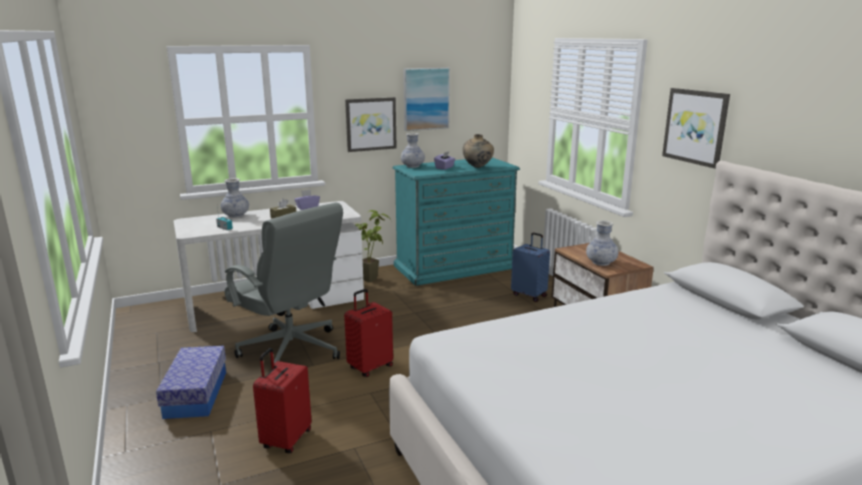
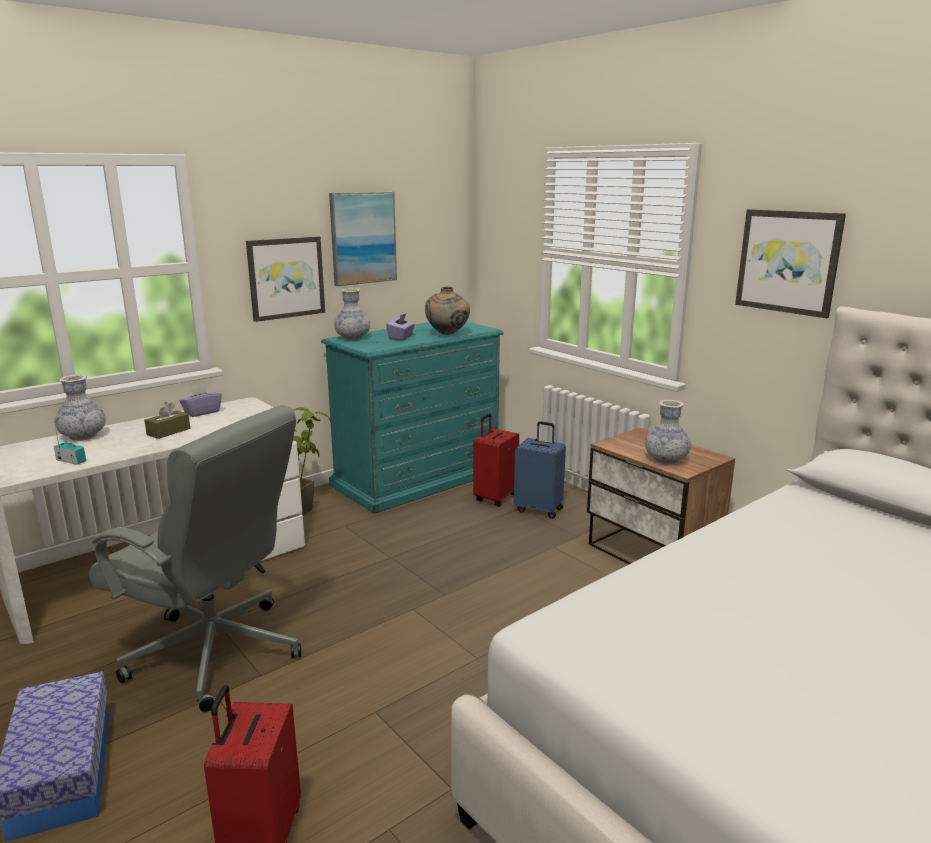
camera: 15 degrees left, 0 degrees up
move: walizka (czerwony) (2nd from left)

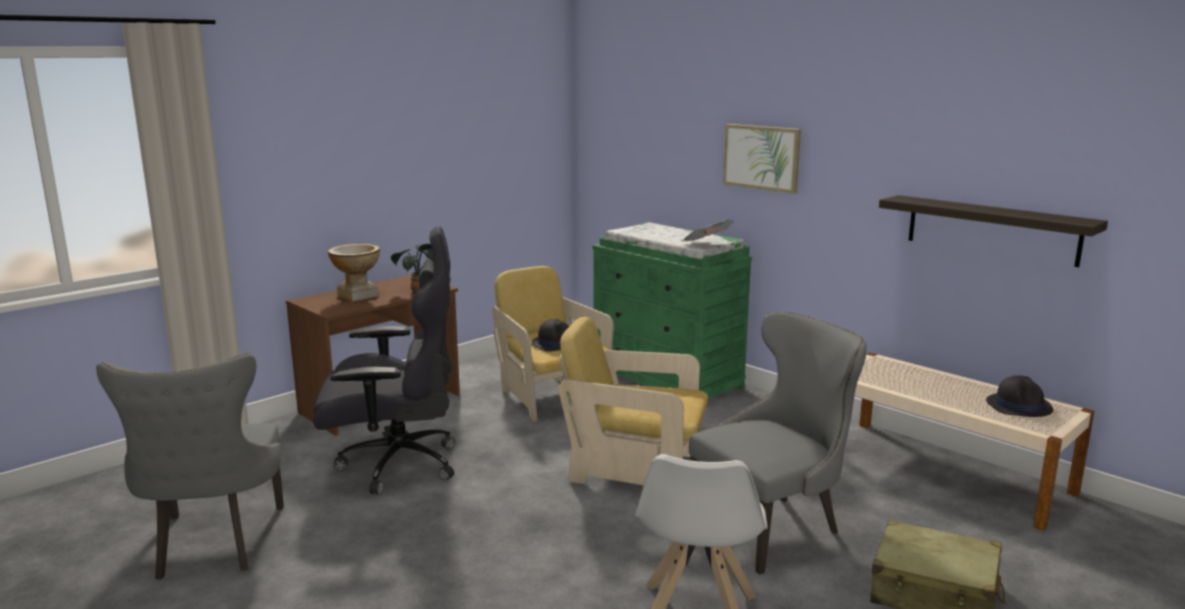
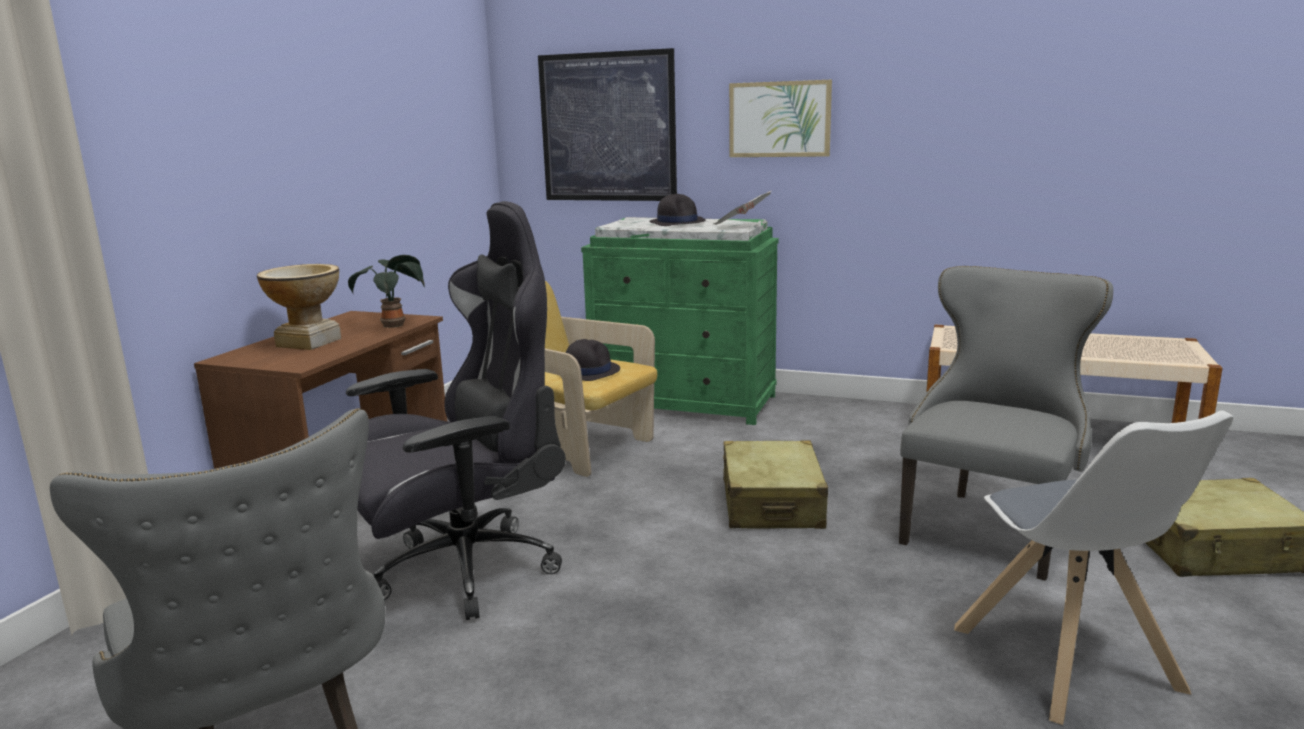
camera: 25 degrees left, 0 degrees up
delete: półka
insert: obraz (1st from left)
move: kapelusz (czarny) (2nd from left)
replace: fotel (żółty) (2nd from left) to walizka (beżowy) (1st from left)

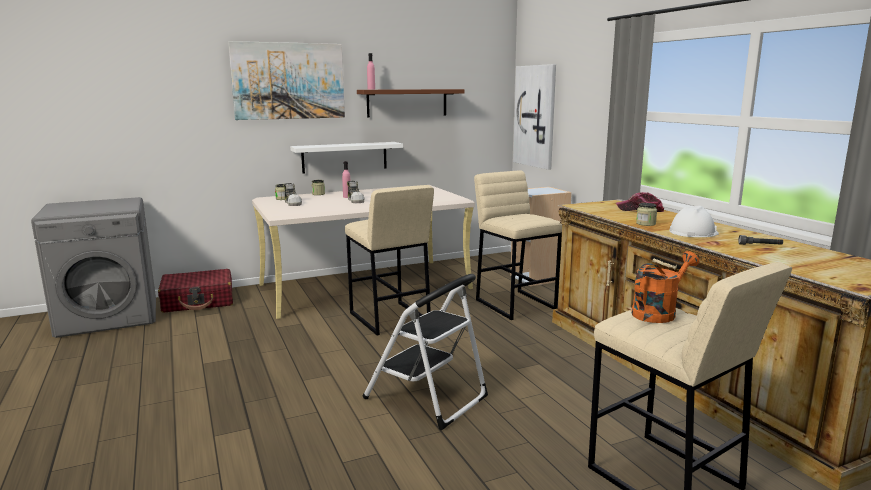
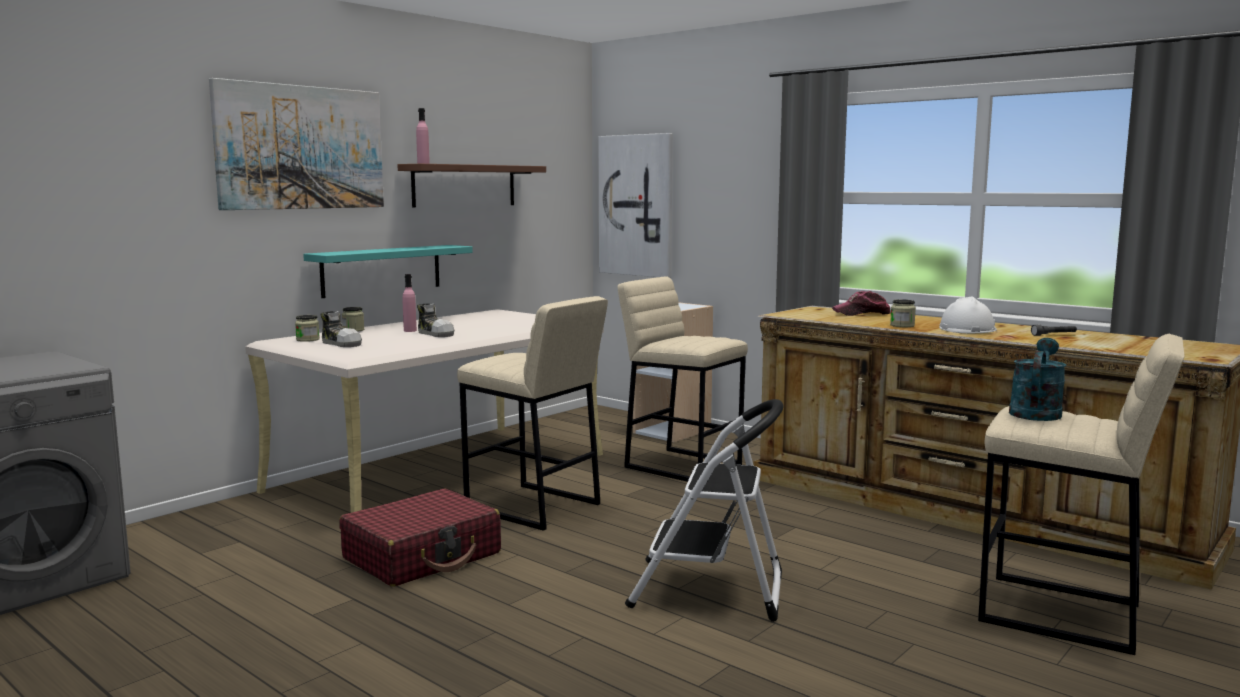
camera: 25 degrees left, 5 degrees down
move: walizka (czerwony)
recolor: półka (biały) to półka (turkusowy); konewka (pomarańczowy) to konewka (turkusowy)

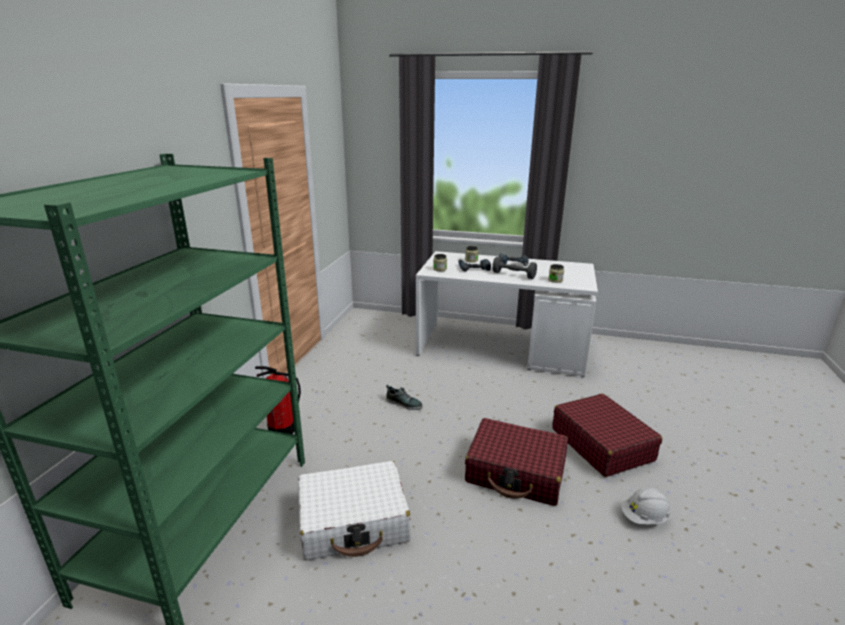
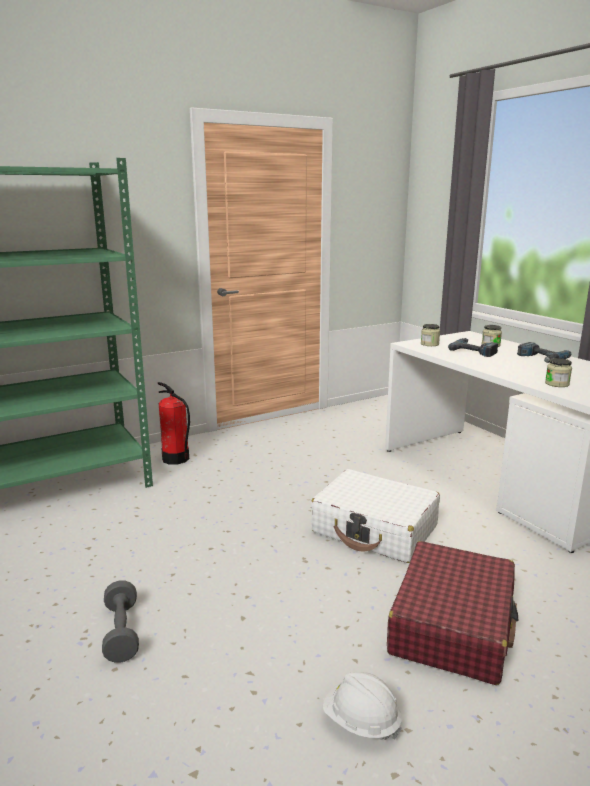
camera: 45 degrees right, 5 degrees down
delete: but; walizka (czerwony) (1st from left)
move: hantel (szary); walizka (biały)

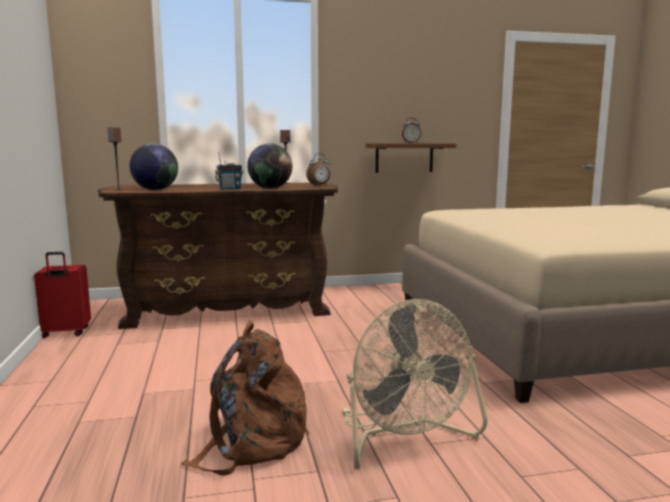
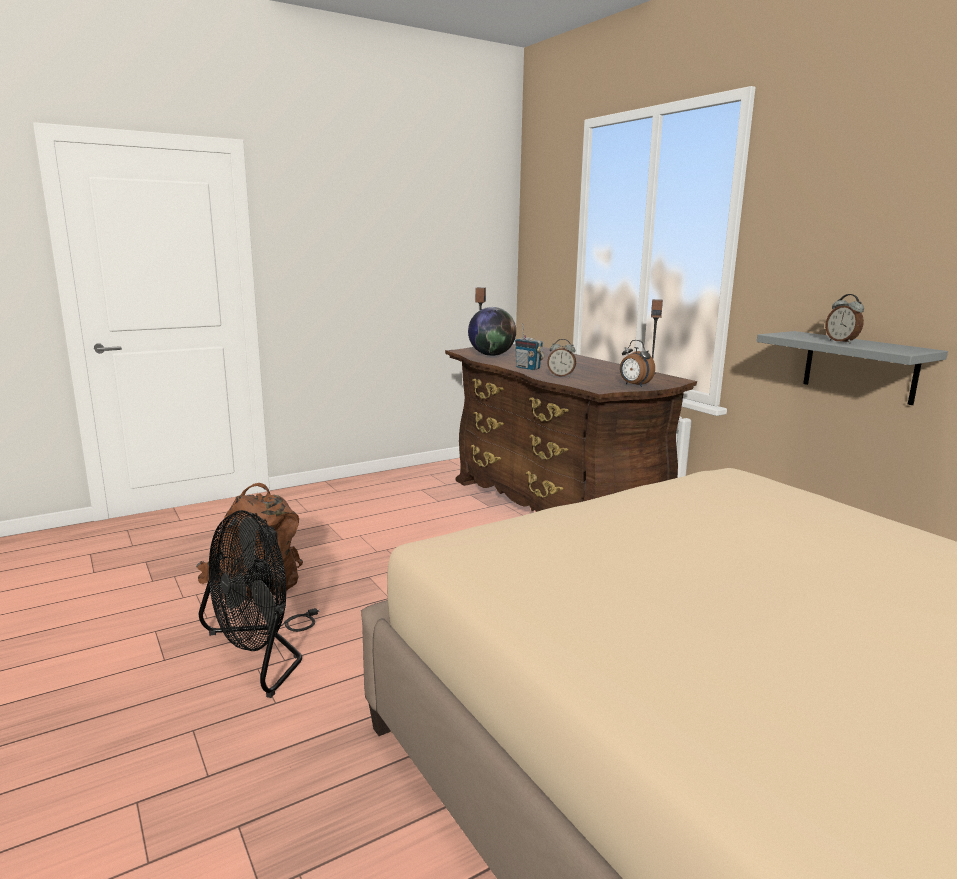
camera: 70 degrees right, 5 degrees up
delete: walizka (czerwony)
replace: globus (2nd from left) to budzik (1st from left)
recolor: wentylator (beżowy) to wentylator (czarny); półka (brązowy) to półka (szary)

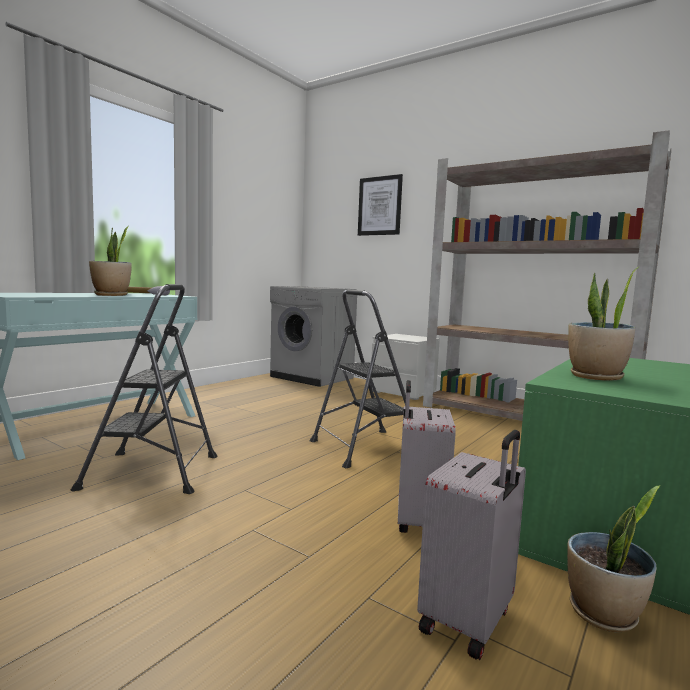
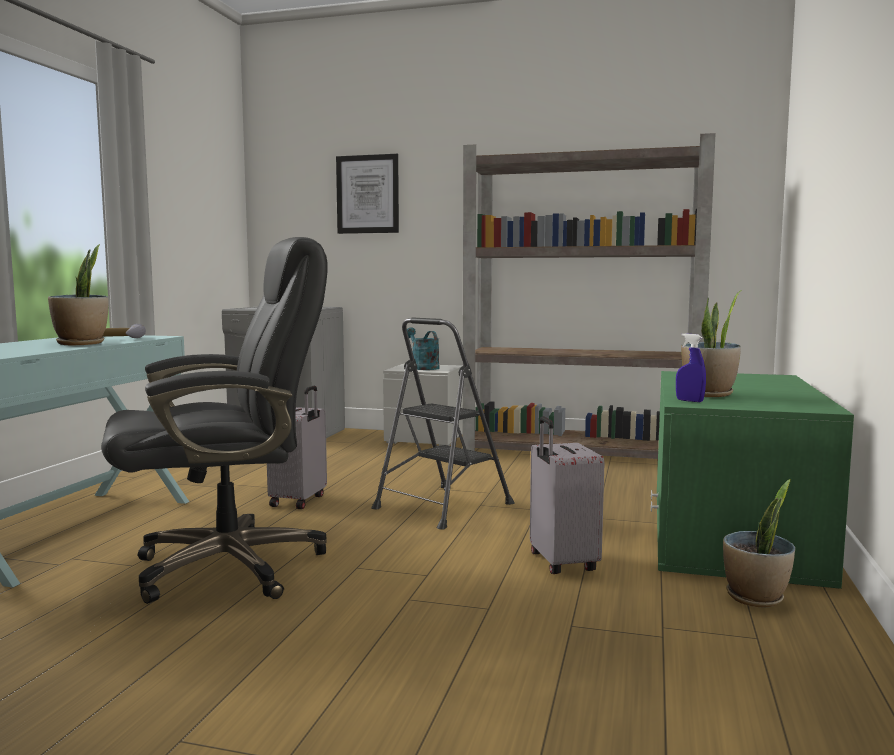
camera: 20 degrees left, 0 degrees up
insert: konewka (turkusowy); spryskiwacz (niebieski)
move: walizka (szary) (2nd from left in the first image) to walizka (szary) (1st from left)
replace: drabinka (czarny) (1st from left) to krzesło biurowe (czarny)

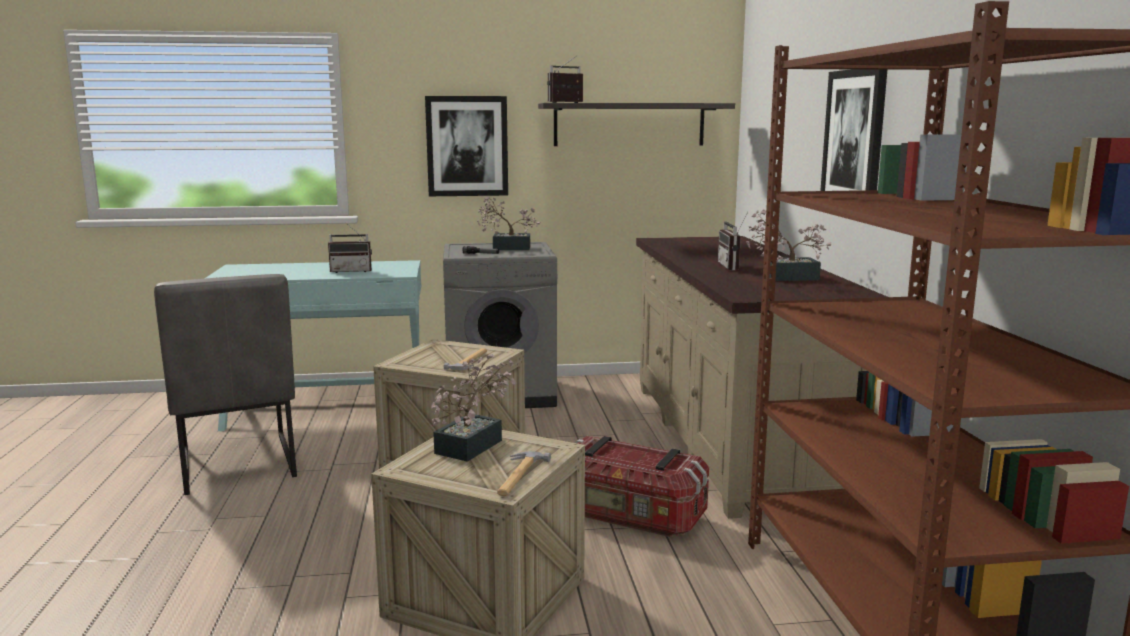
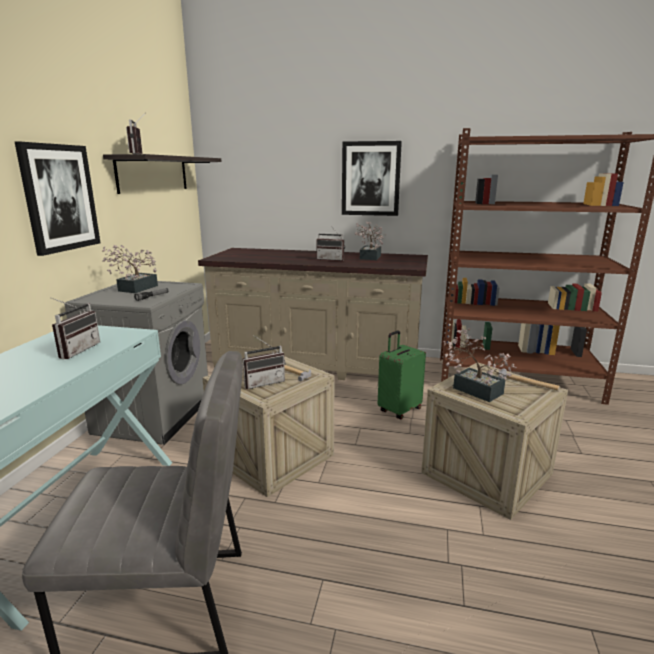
camera: 70 degrees left, 5 degrees up
insert: radio (3rd from left)
replace: pojemnik do przechowywania to walizka (zielony)

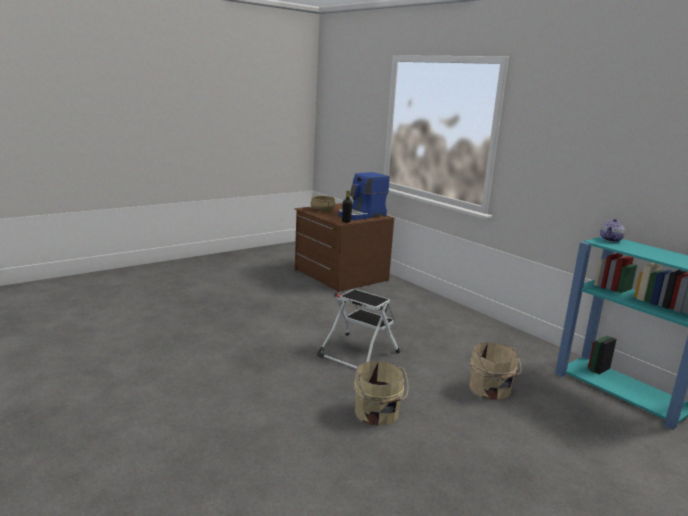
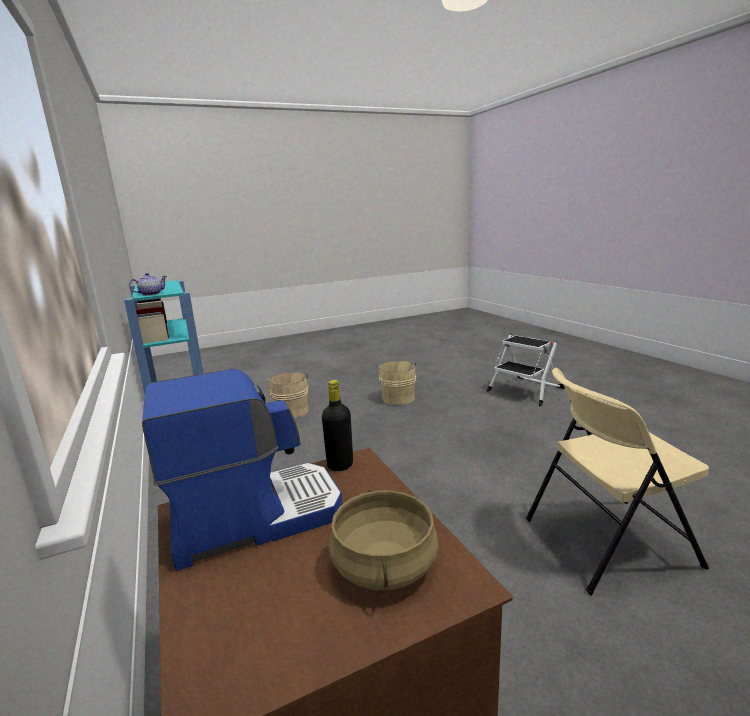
camera: 165 degrees left, 0 degrees up
insert: krzesło (beżowy)
move: drabinka

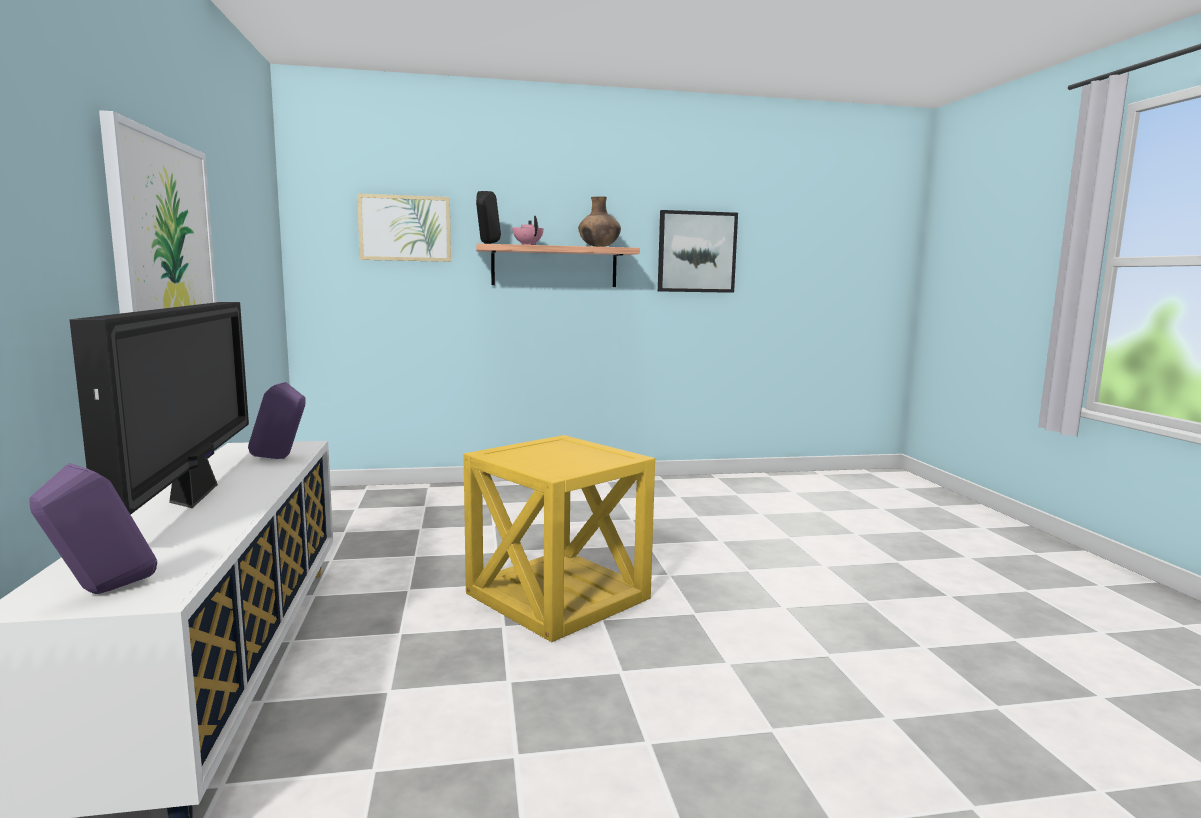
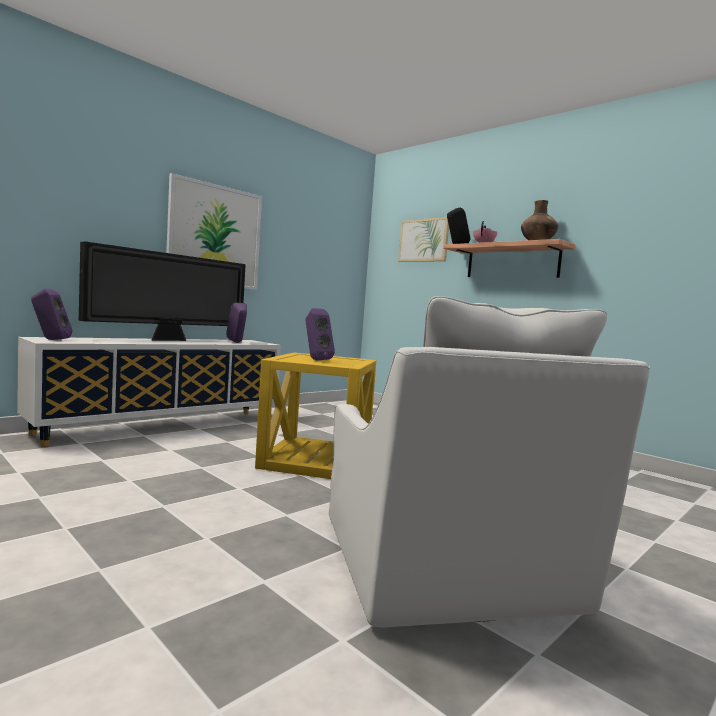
camera: 55 degrees right, 5 degrees down
delete: obraz (3rd from left)
insert: głośnik (fioletowy) (3rd from left); fotel (biały)

